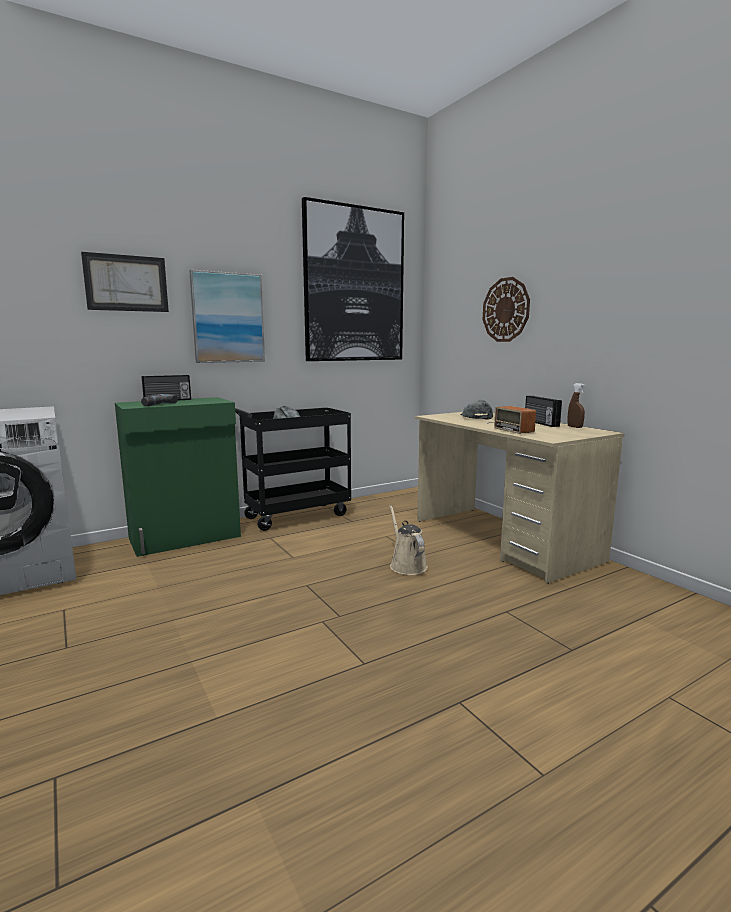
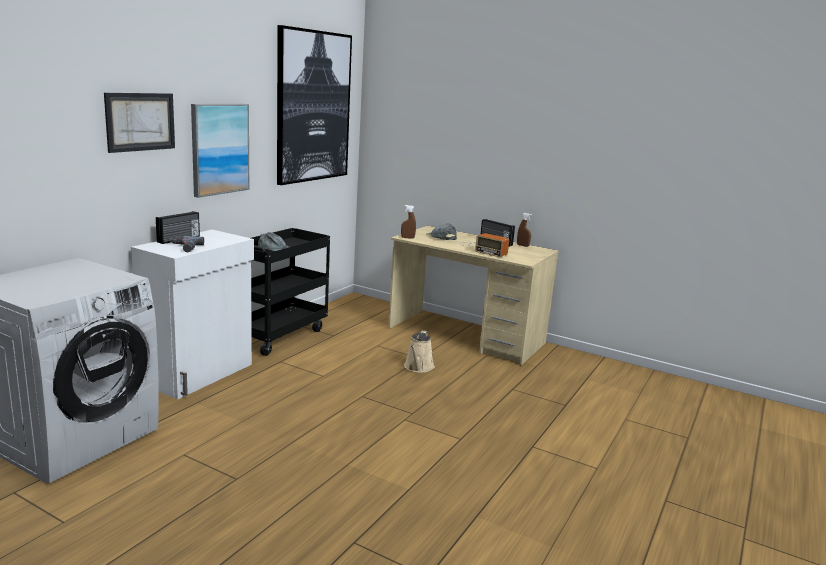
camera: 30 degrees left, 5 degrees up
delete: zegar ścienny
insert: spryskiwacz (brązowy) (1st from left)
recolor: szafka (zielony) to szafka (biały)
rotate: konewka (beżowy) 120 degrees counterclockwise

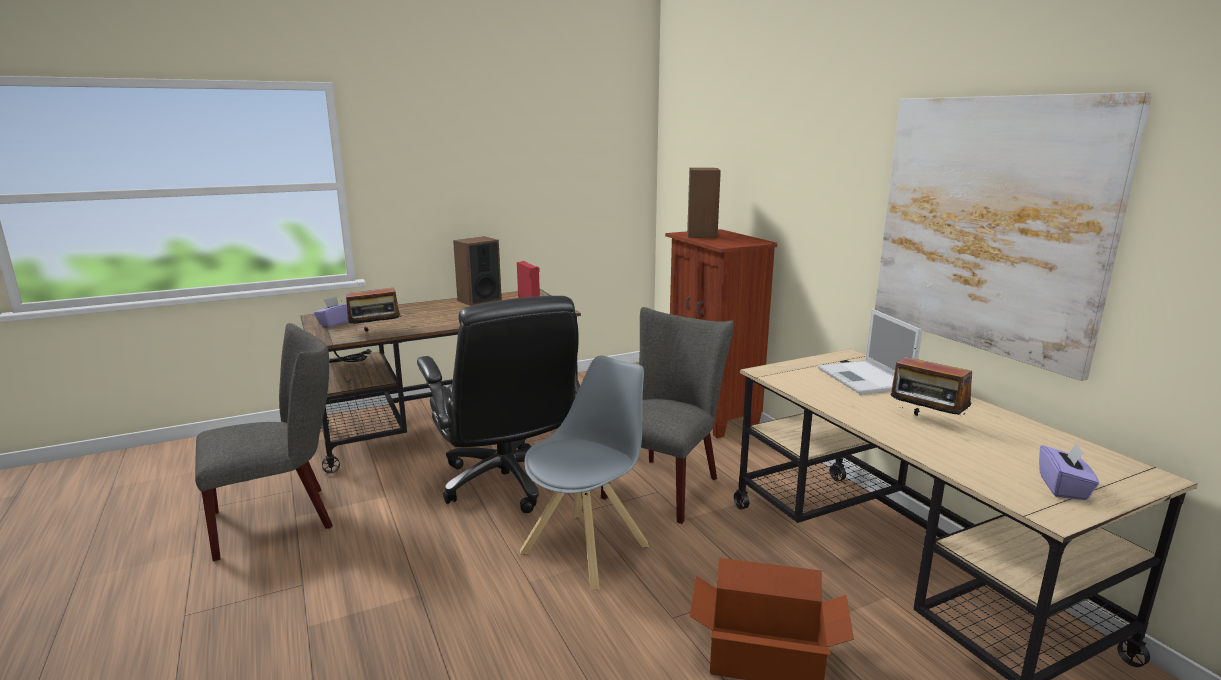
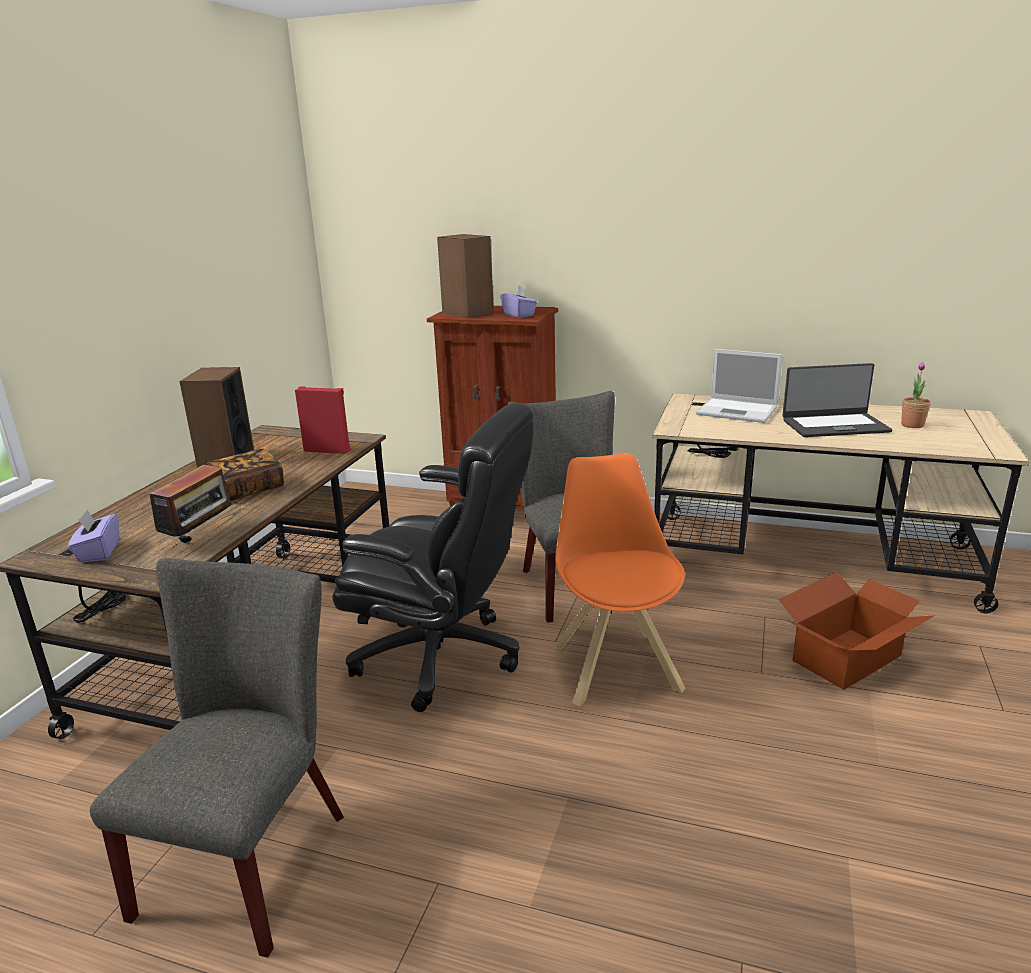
camera: 45 degrees left, 5 degrees up
delete: obraz
insert: książka; roślina doniczkowa
move: pudełko chusteczek (fioletowy) (2nd from left)
replace: radio (2nd from left) to laptop (2nd from left)
recolor: krzesło (szary) (2nd from left) to krzesło (pomarańczowy)

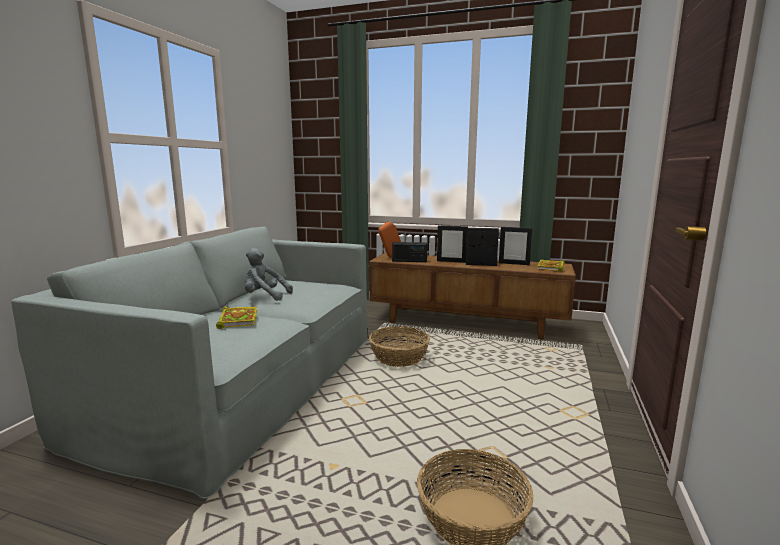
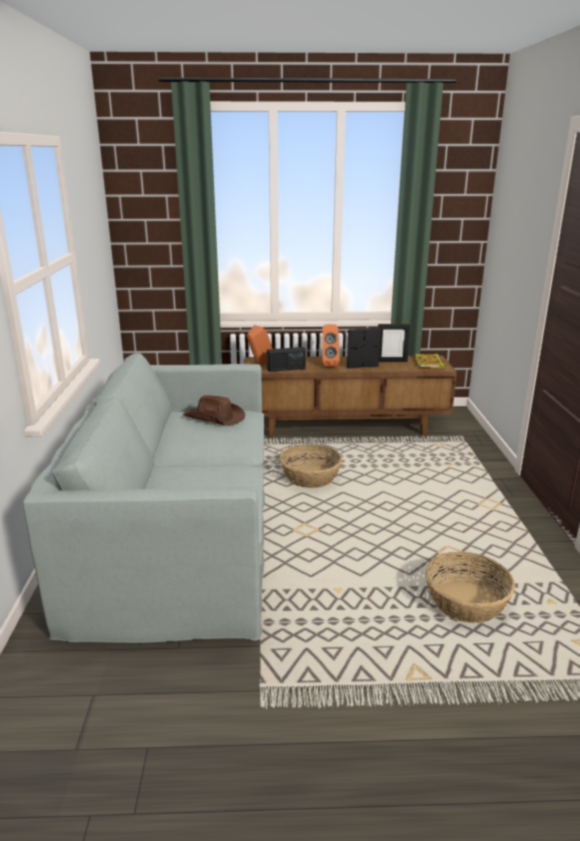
camera: 20 degrees left, 10 degrees up
delete: książka (1st from left); pluszak (szary)
insert: kapelusz (brązowy)
replace: ramka na zdjęcie (1st from left) to głośnik (pomarańczowy) (2nd from left)

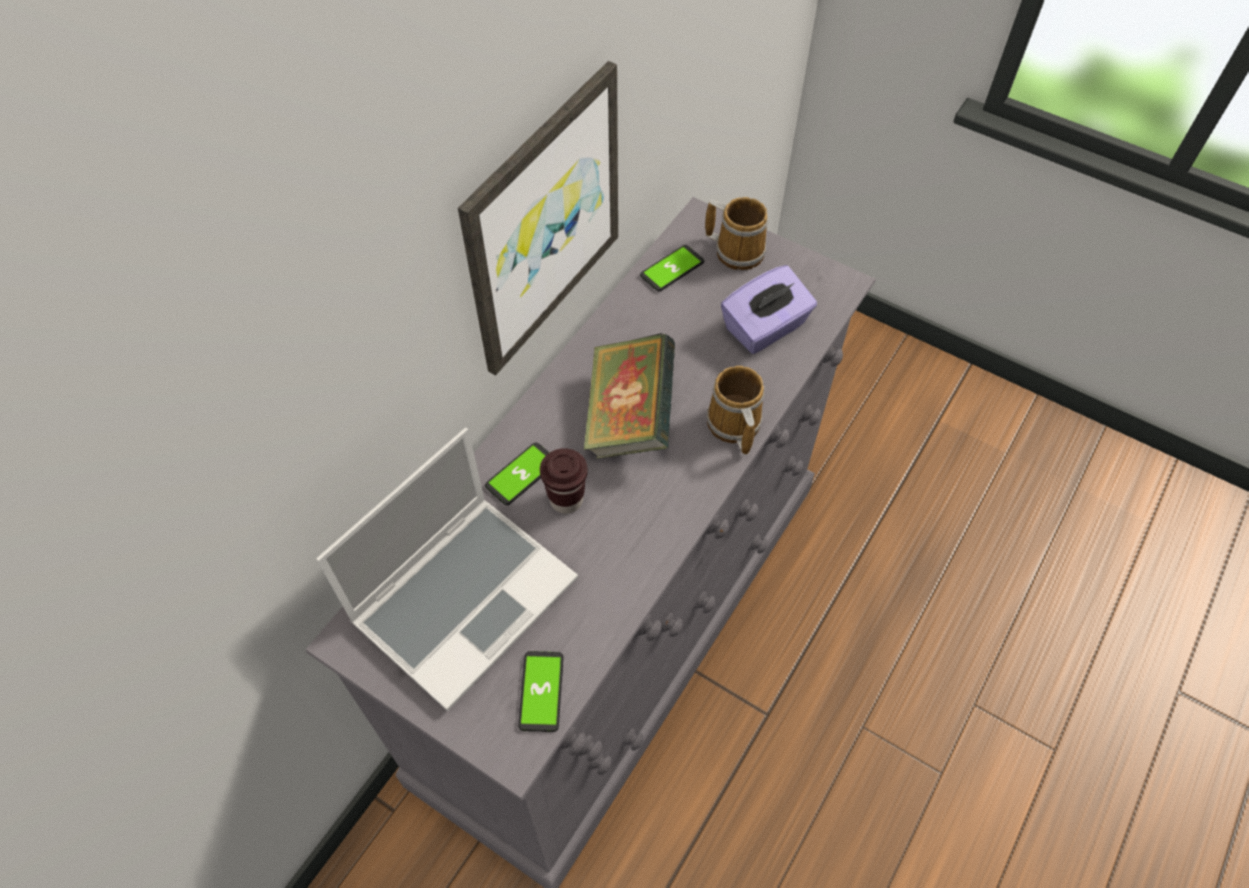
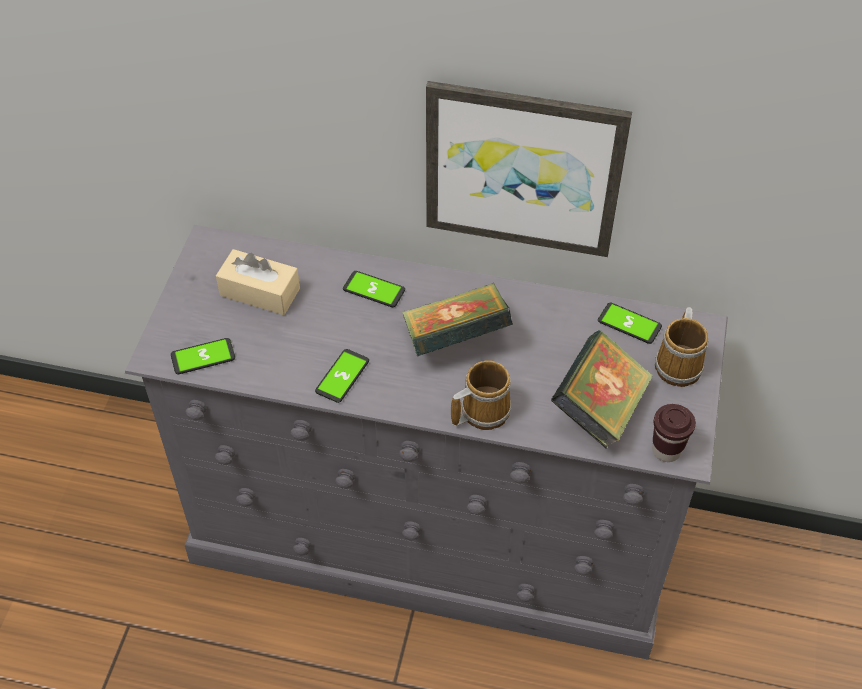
camera: 70 degrees right, 5 degrees down
insert: telefon (2nd from left)
move: filiżanka (brązowy)
replace: laptop to pudełko chusteczek (beżowy); pudełko chusteczek (fioletowy) to książka (2nd from left)

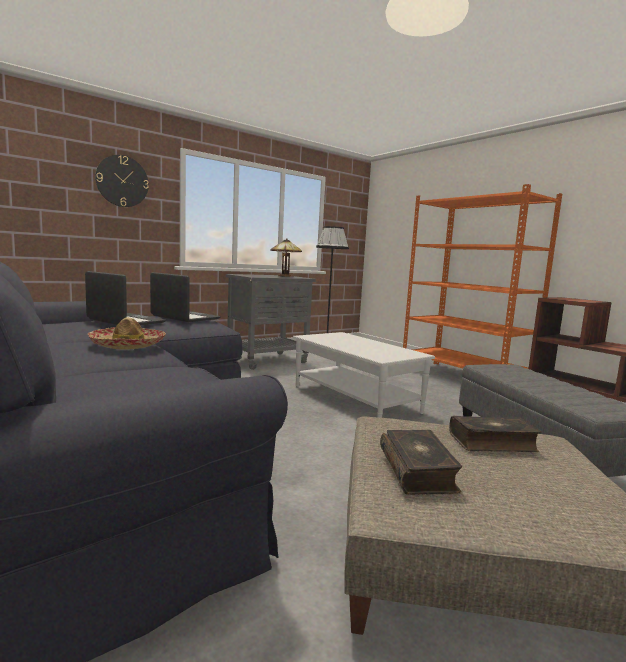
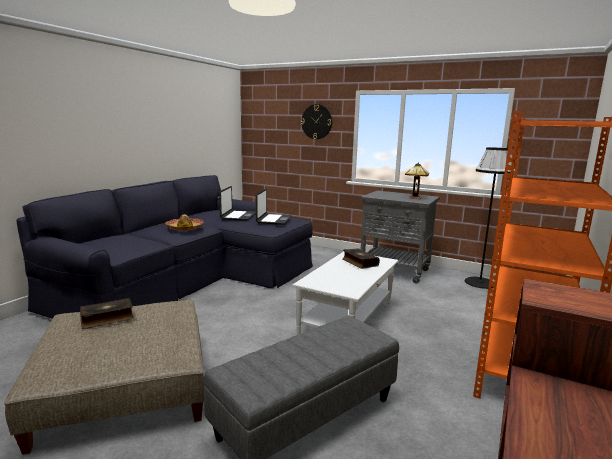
camera: 65 degrees right, 5 degrees up
move: książka (2nd from left)

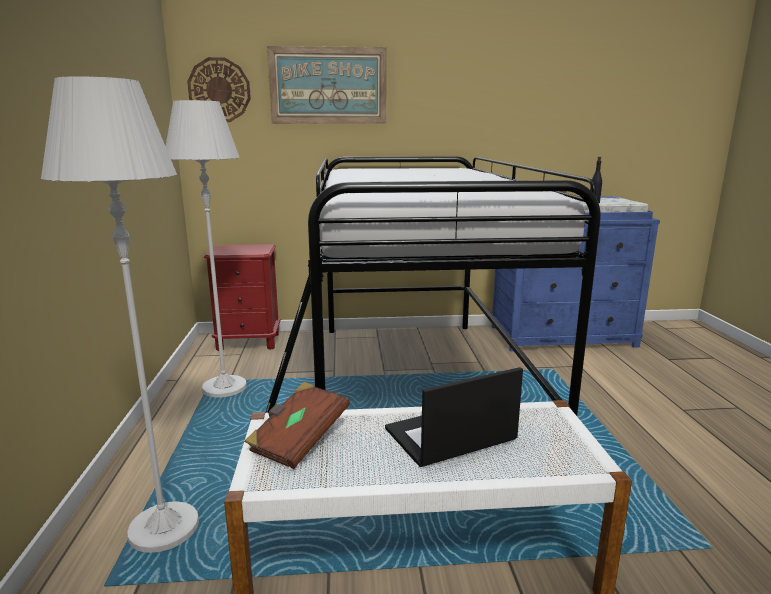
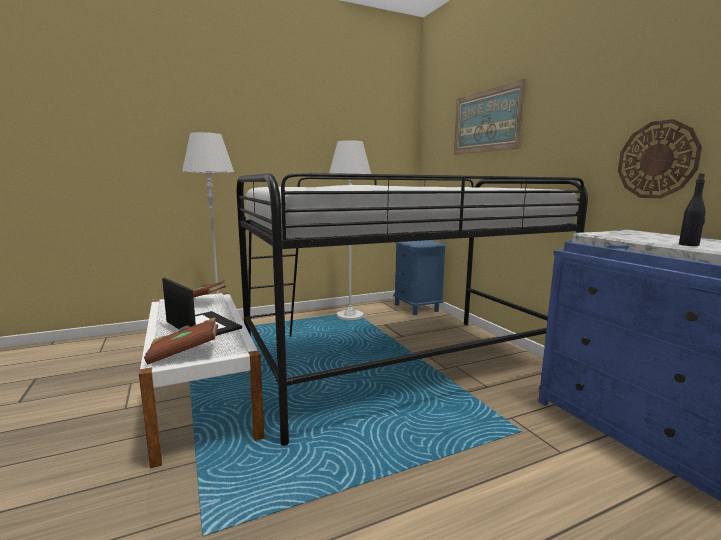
camera: 70 degrees right, 5 degrees down
insert: książka (brązowy) (1st from left)
move: zegar ścienny
recolor: szafka nocna (czerwony) to szafka nocna (niebieski)

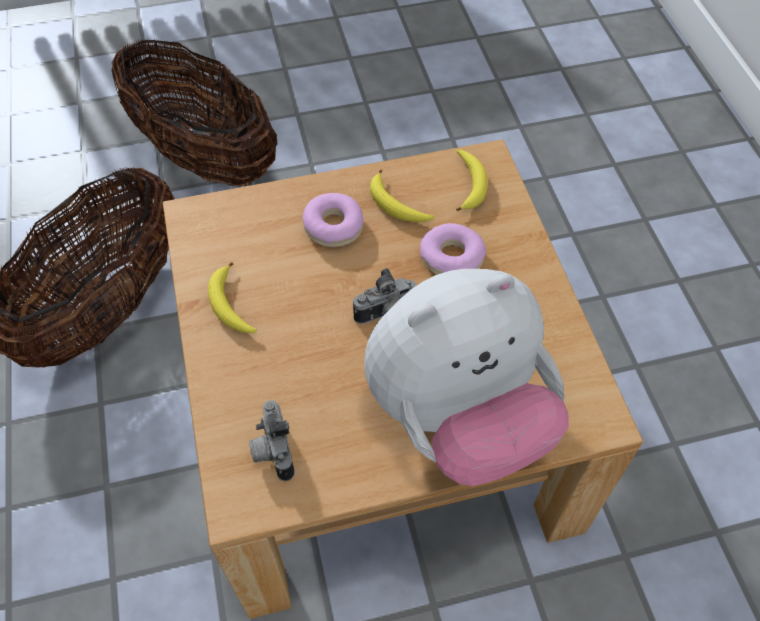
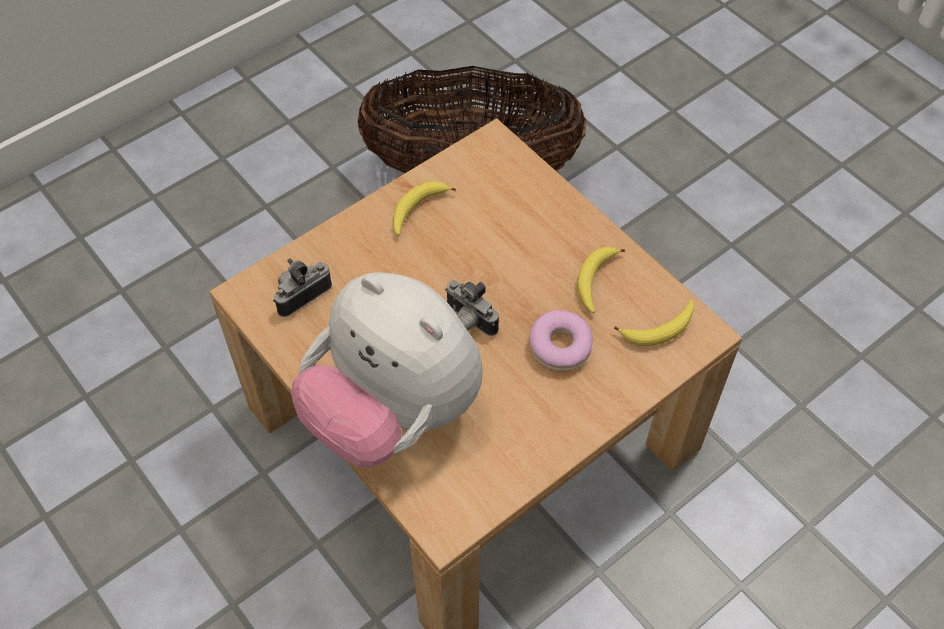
camera: 65 degrees right, 0 degrees up
delete: koszyk (2nd from left); donut (1st from left)

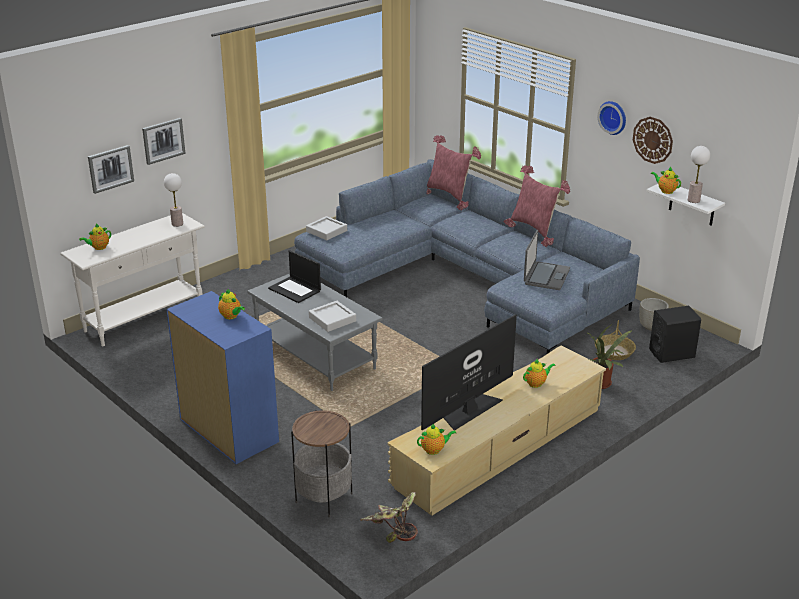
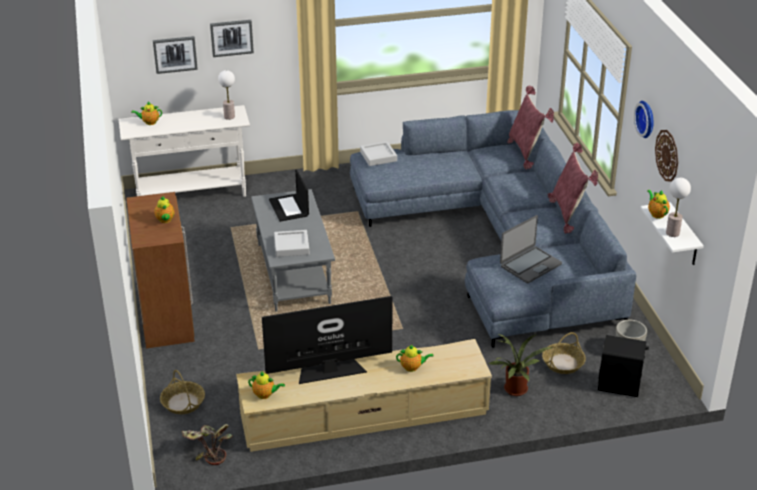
camera: 30 degrees right, 5 degrees up
replace: stolik to koszyk (1st from left)
recolor: szafka (niebieski) to szafka (brązowy)

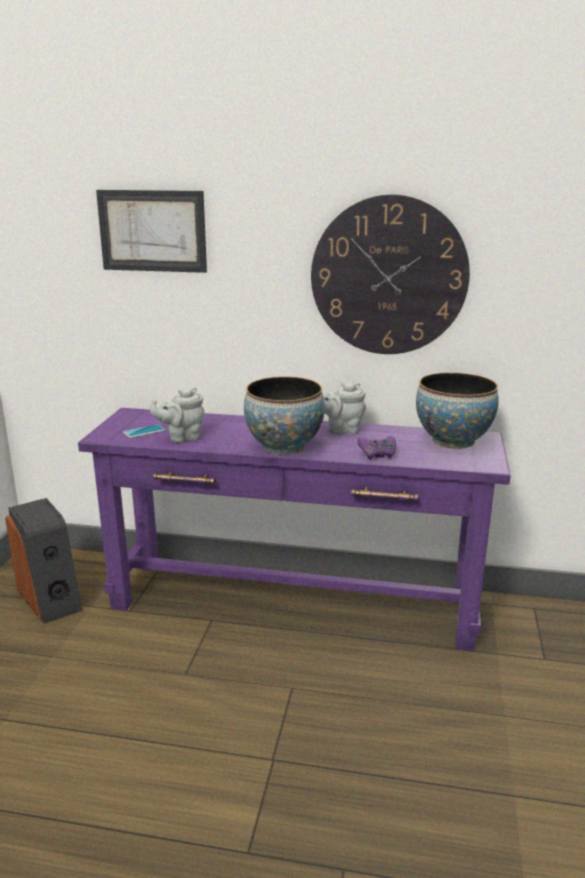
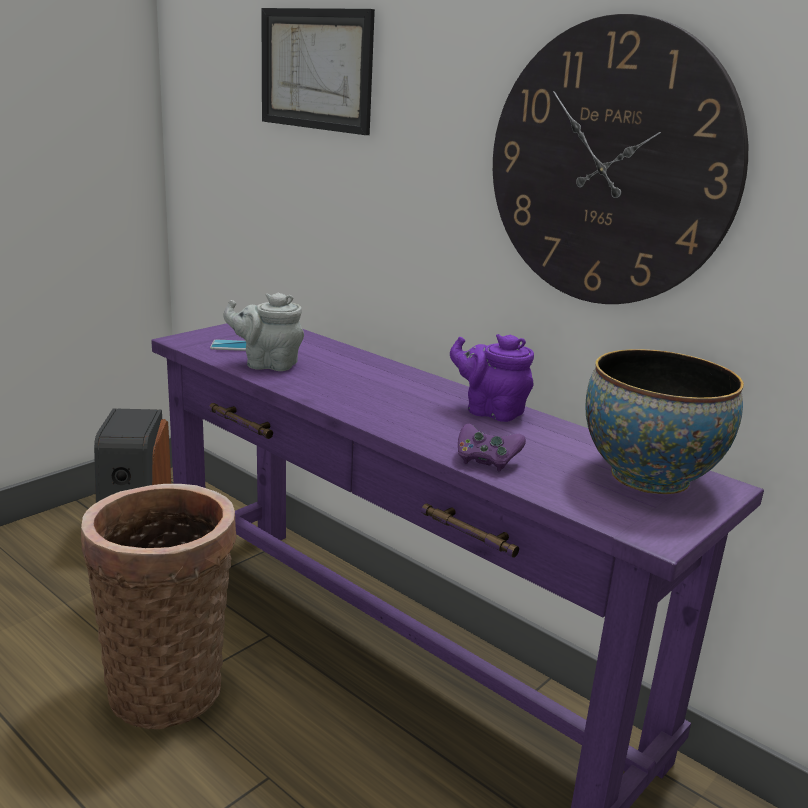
camera: 30 degrees right, 0 degrees up
delete: miska (1st from left)
insert: koszyk
recolor: imbryk (szary) (2nd from left) to imbryk (fioletowy)

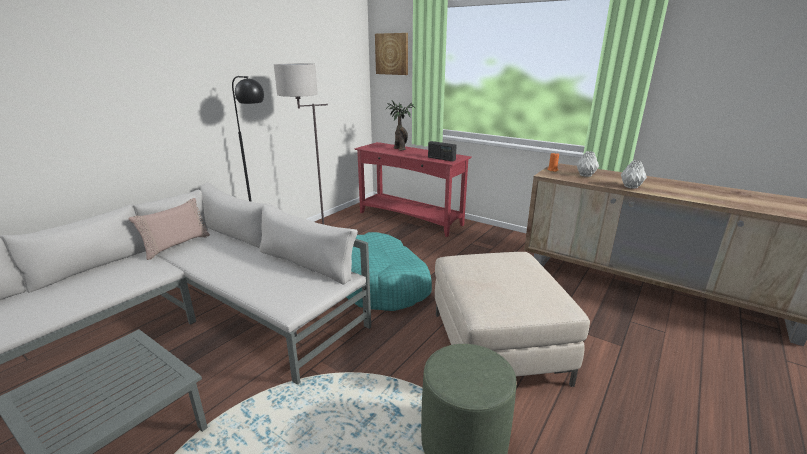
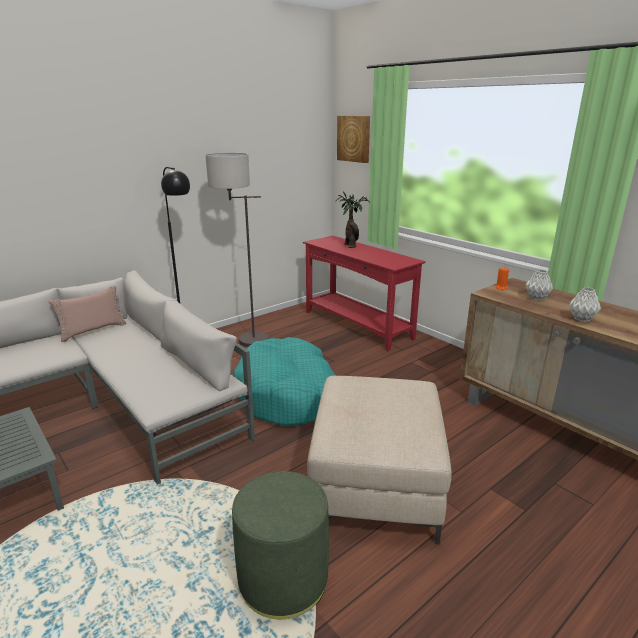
camera: 15 degrees right, 0 degrees up
delete: radio

